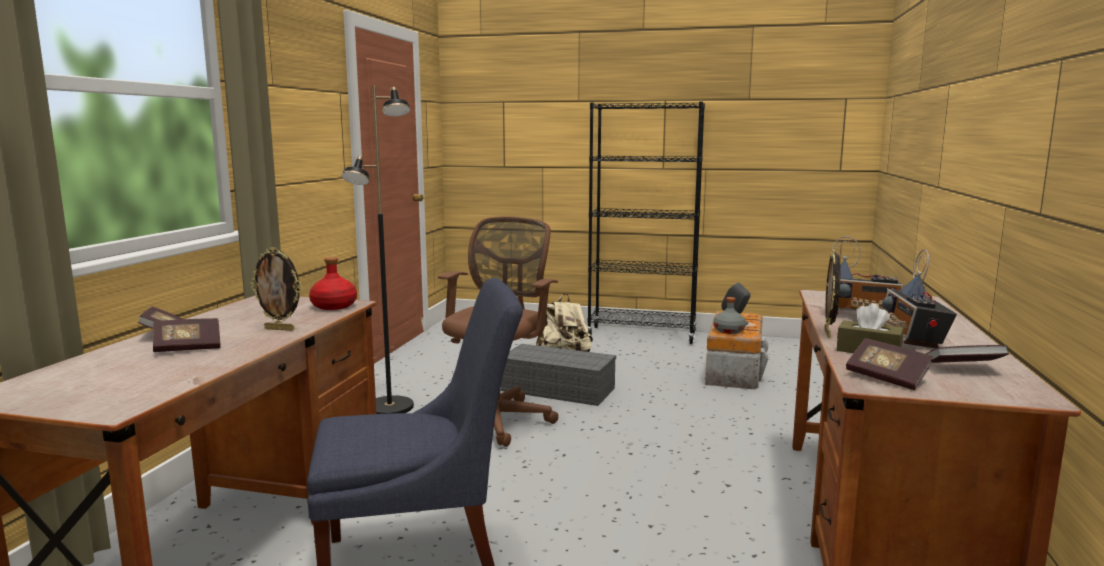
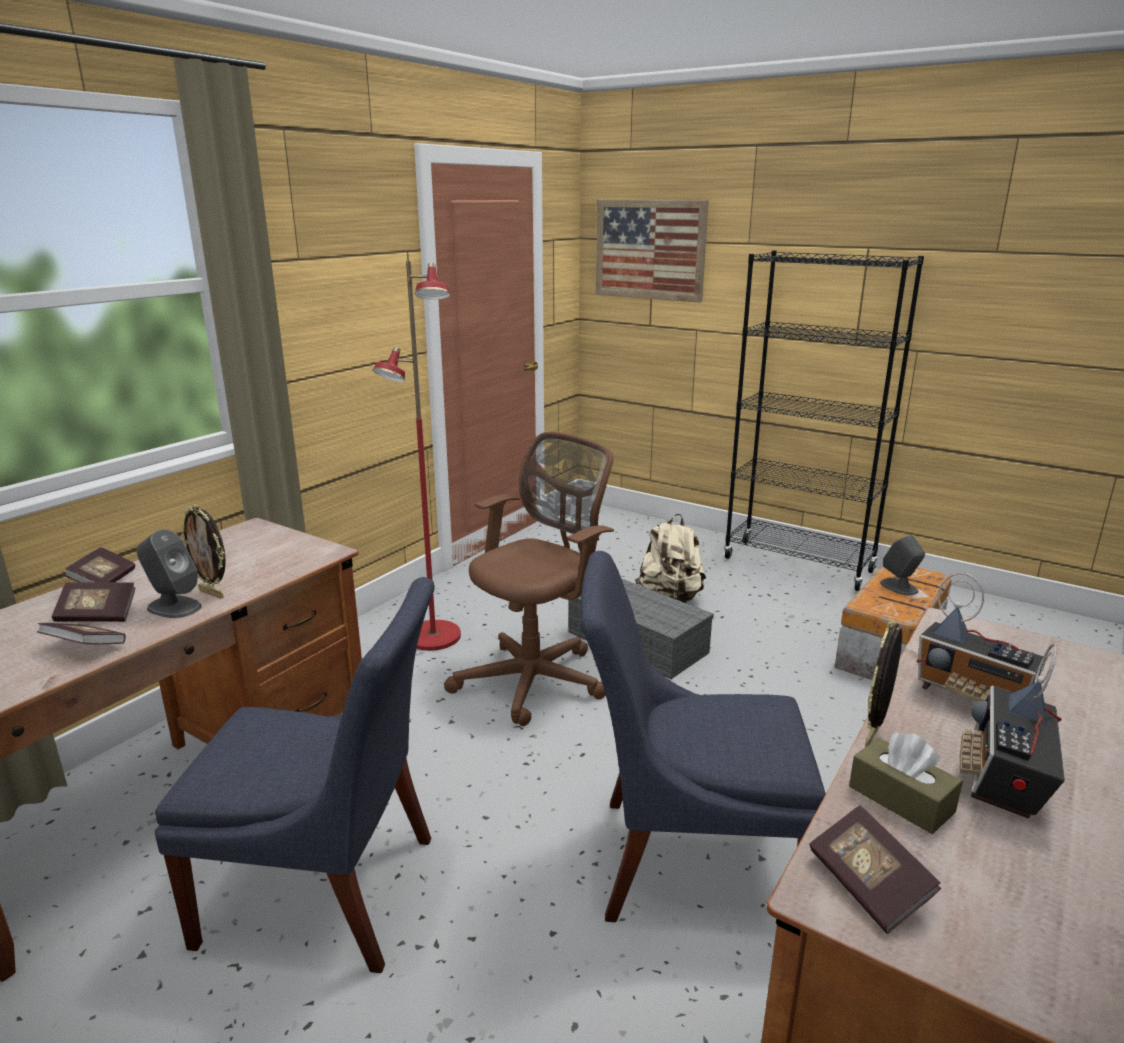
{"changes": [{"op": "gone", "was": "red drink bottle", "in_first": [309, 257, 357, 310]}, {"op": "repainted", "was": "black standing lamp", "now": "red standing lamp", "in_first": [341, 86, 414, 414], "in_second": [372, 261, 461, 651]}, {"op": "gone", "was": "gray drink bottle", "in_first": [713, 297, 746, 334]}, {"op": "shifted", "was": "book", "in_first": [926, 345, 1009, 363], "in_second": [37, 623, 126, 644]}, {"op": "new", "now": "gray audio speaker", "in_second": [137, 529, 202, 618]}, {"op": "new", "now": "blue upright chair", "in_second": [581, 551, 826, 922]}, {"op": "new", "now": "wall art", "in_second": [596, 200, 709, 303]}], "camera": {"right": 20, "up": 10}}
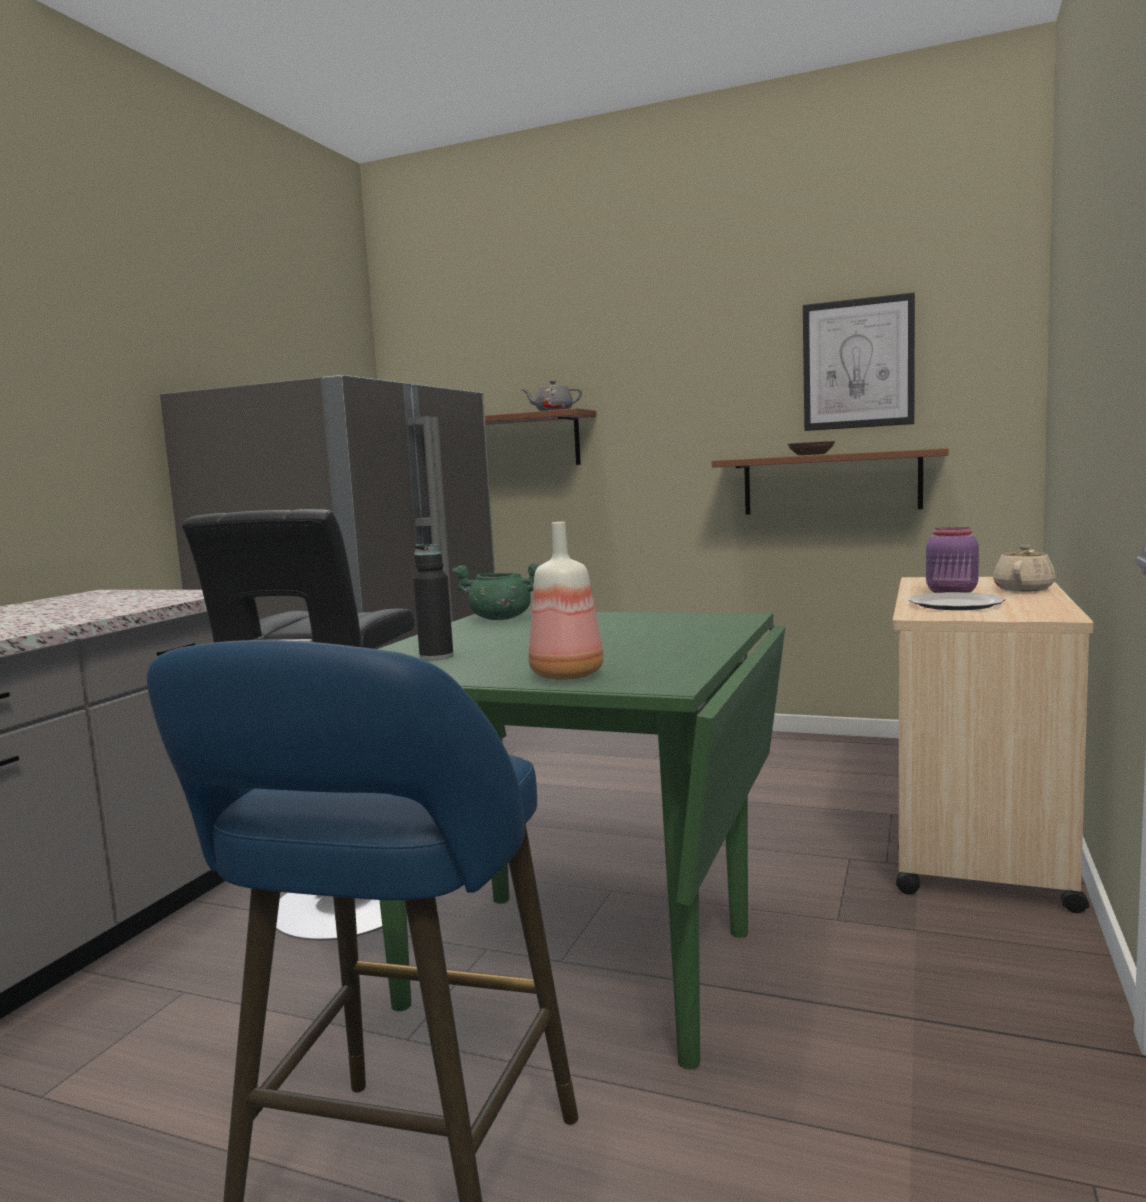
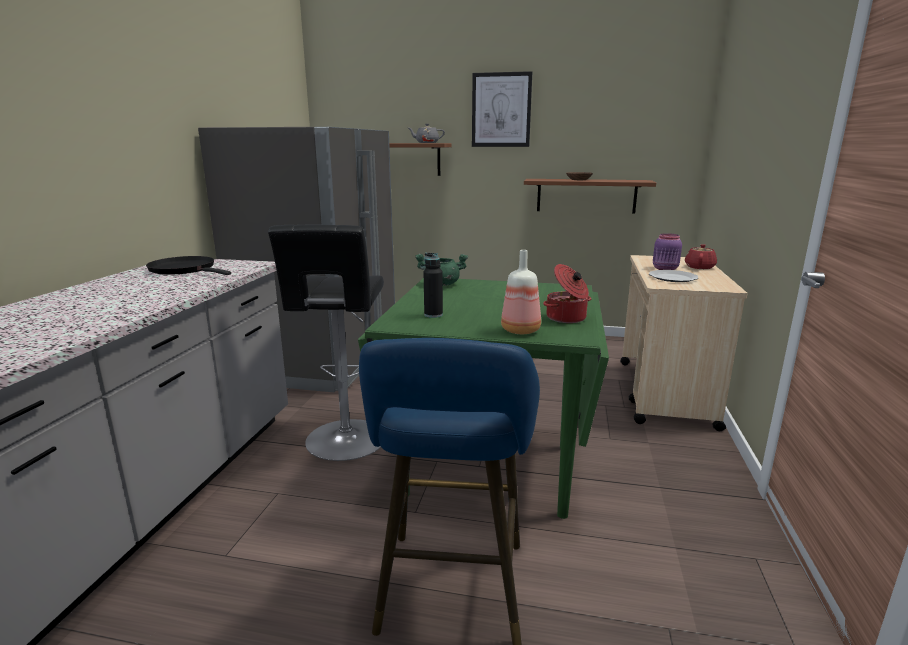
{"changes": [{"op": "shifted", "was": "wall art", "in_first": [803, 292, 915, 431], "in_second": [472, 71, 532, 147]}, {"op": "repainted", "was": "sand-coloured pot for tea", "now": "red pot for tea", "in_first": [993, 545, 1056, 592], "in_second": [685, 244, 717, 269]}, {"op": "new", "now": "black skillet", "in_second": [146, 256, 231, 275]}, {"op": "new", "now": "saucepot", "in_second": [543, 264, 591, 323]}], "camera": {"right": -10, "up": 10}}
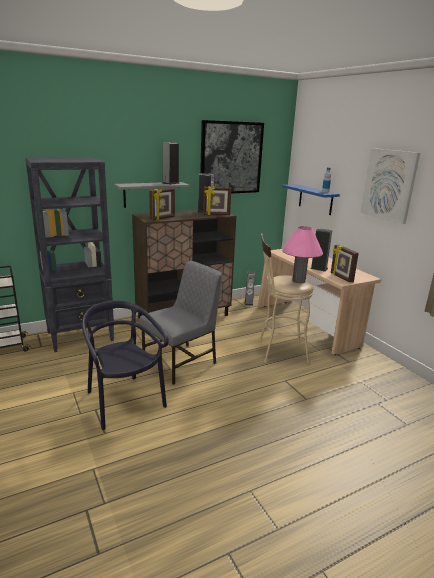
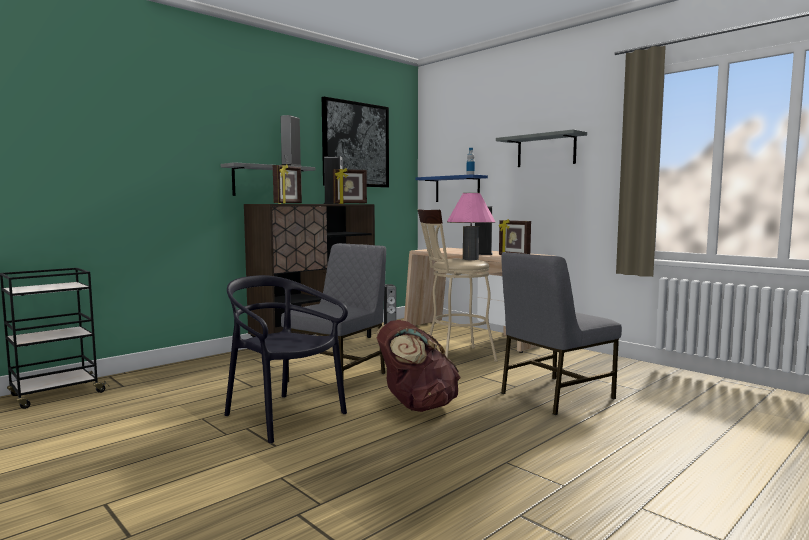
{"changes": [{"op": "gone", "was": "black bookshelf", "in_first": [25, 157, 114, 352]}, {"op": "swapped", "was": "wall art", "now": "gray bracket shelf", "in_first": [361, 148, 420, 224], "in_second": [496, 129, 587, 167]}, {"op": "new", "now": "brown-coloured rucksack", "in_second": [376, 320, 461, 412]}, {"op": "new", "now": "gray upright chair", "in_second": [501, 252, 622, 415]}], "camera": {"right": -15, "up": -15}}
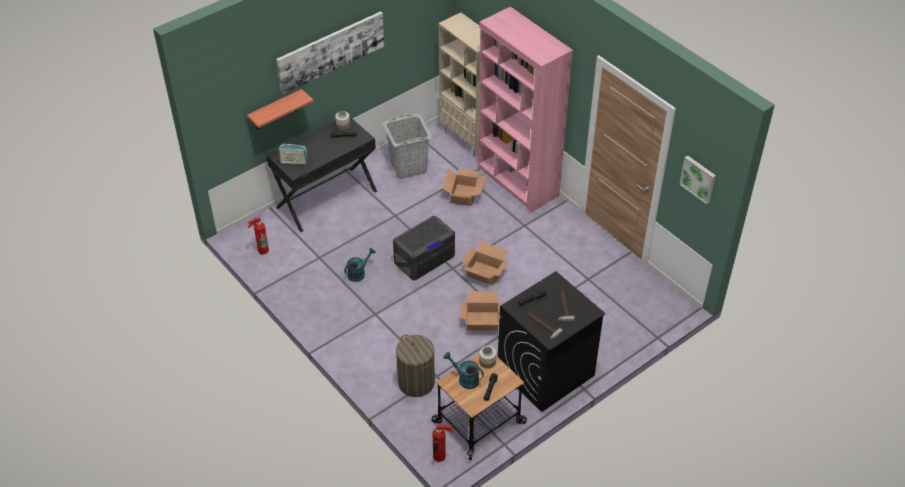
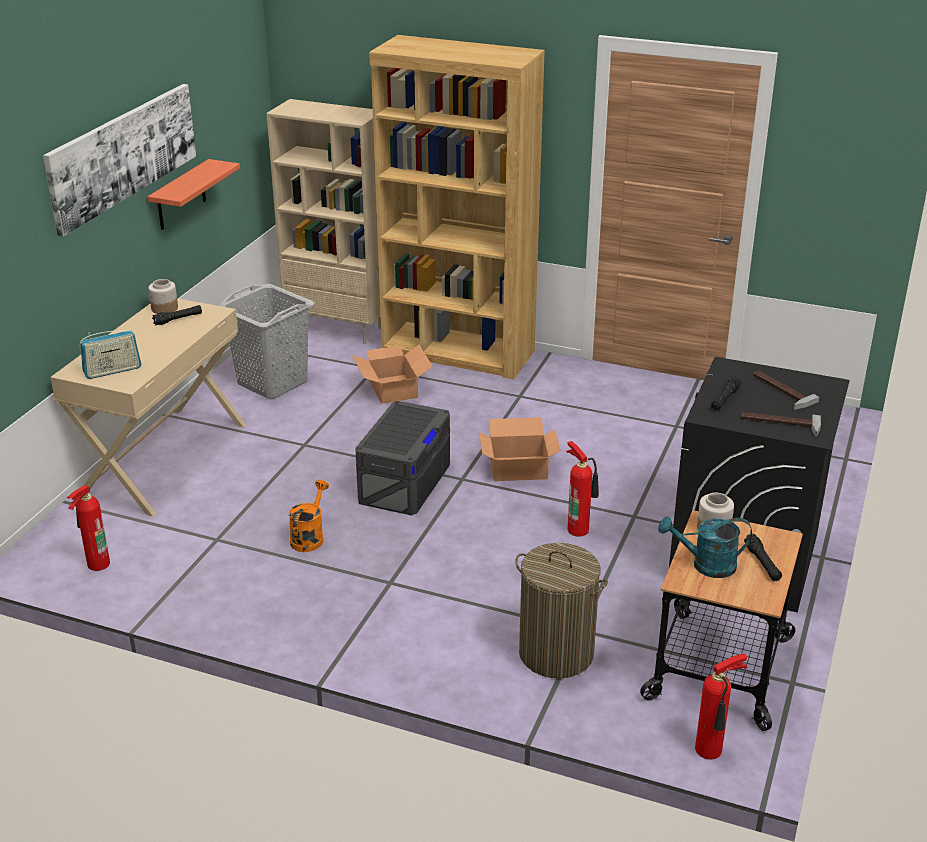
{"changes": [{"op": "shifted", "was": "bracket shelf", "in_first": [247, 89, 314, 130], "in_second": [148, 159, 240, 230]}, {"op": "repainted", "was": "black desk table", "now": "sand-coloured desk table", "in_first": [266, 116, 377, 232], "in_second": [50, 298, 246, 516]}, {"op": "repainted", "was": "turquoise-coloured sprinkling can", "now": "orangey sprinkling can", "in_first": [344, 248, 376, 282], "in_second": [289, 480, 329, 552]}, {"op": "swapped", "was": "carton", "now": "extinguisher", "in_first": [461, 291, 505, 331], "in_second": [566, 441, 599, 537]}, {"op": "repainted", "was": "pink bookshelf", "now": "brown-coloured bookshelf", "in_first": [478, 7, 573, 213], "in_second": [369, 35, 545, 379]}, {"op": "gone", "was": "wall art", "in_first": [679, 156, 716, 204]}], "camera": {"right": -30, "up": -15}}
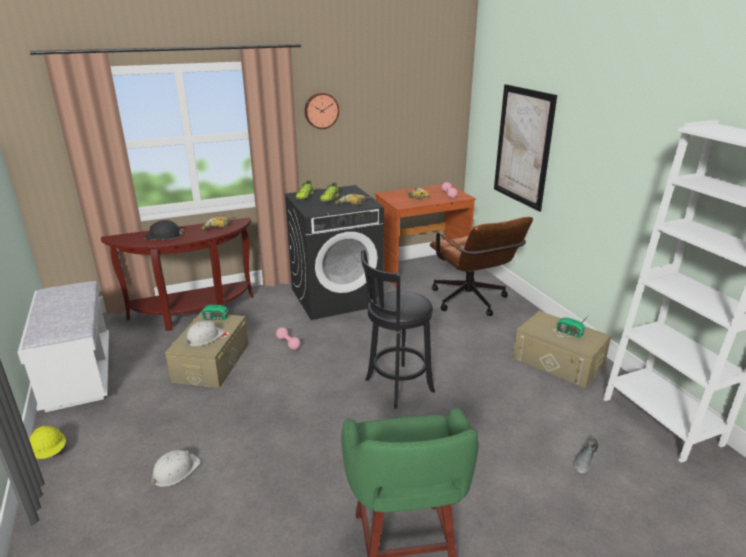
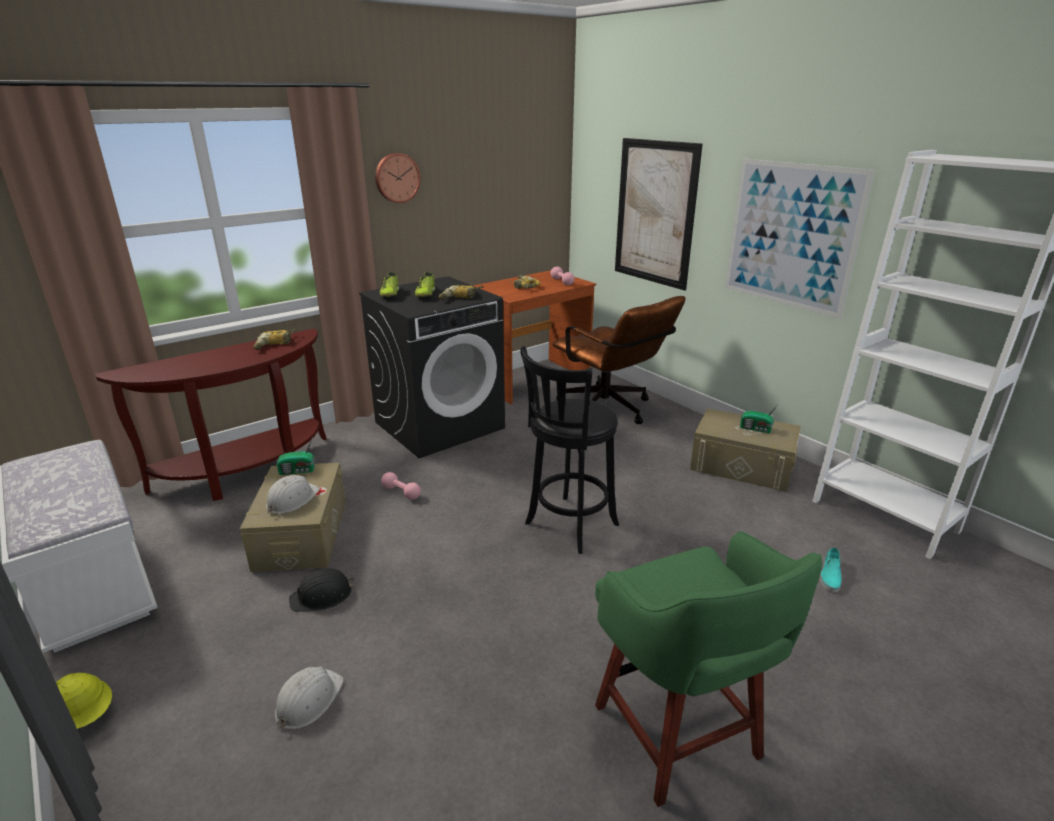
{"changes": [{"op": "shifted", "was": "black hard hat", "in_first": [145, 220, 183, 240], "in_second": [289, 568, 354, 612]}, {"op": "repainted", "was": "gray low shoe", "now": "turquoise-coloured low shoe", "in_first": [574, 438, 598, 473], "in_second": [820, 547, 842, 592]}, {"op": "new", "now": "wall art", "in_second": [725, 159, 875, 319]}], "camera": {"right": -15, "up": 0}}
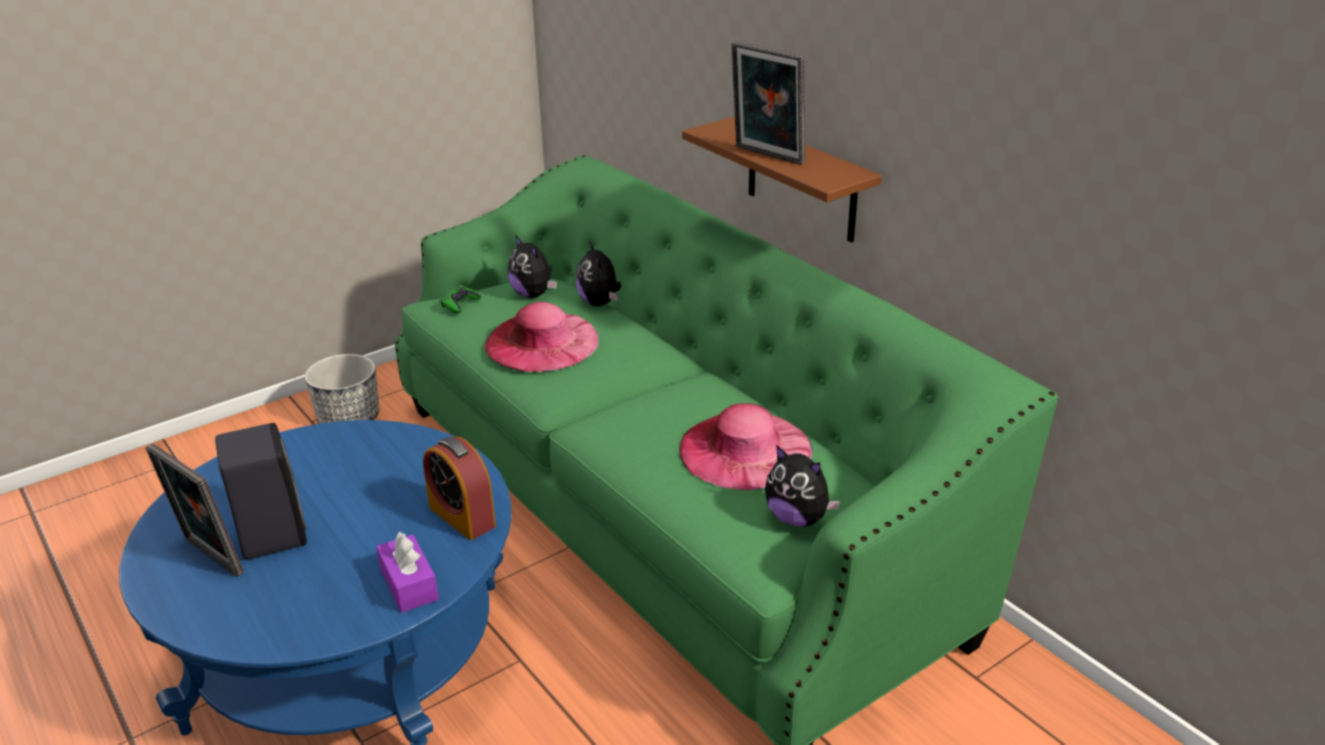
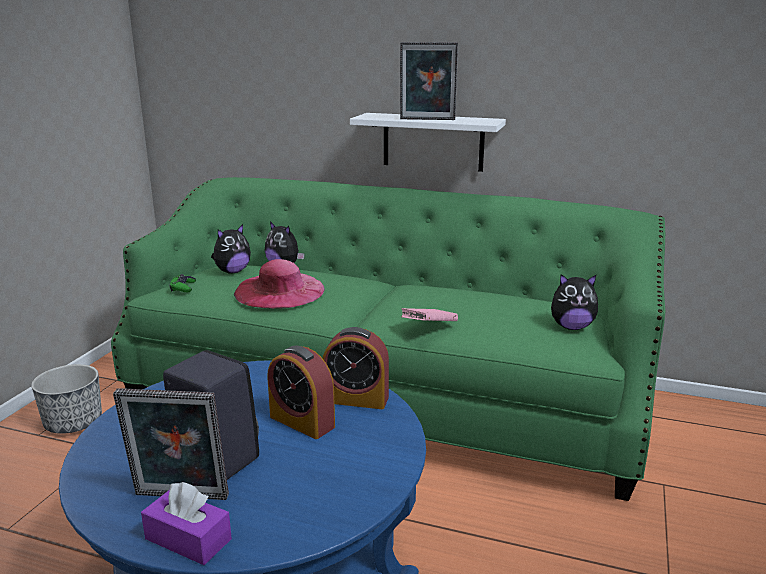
{"changes": [{"op": "shifted", "was": "purple box of tissues", "in_first": [376, 532, 439, 613], "in_second": [141, 482, 232, 565]}, {"op": "rotated", "was": "cuddly toy", "in_first": [508, 235, 557, 298], "in_second": [211, 224, 251, 274], "clockwise": -60}, {"op": "gone", "was": "pink wearable hat", "in_first": [679, 403, 813, 490]}, {"op": "repainted", "was": "brown-coloured bracket shelf", "now": "whitish bracket shelf", "in_first": [682, 117, 882, 242], "in_second": [350, 113, 506, 172]}, {"op": "new", "now": "table clock", "in_second": [267, 346, 335, 439]}, {"op": "new", "now": "pink book", "in_second": [401, 308, 458, 321]}], "camera": {"right": -35, "up": -10}}
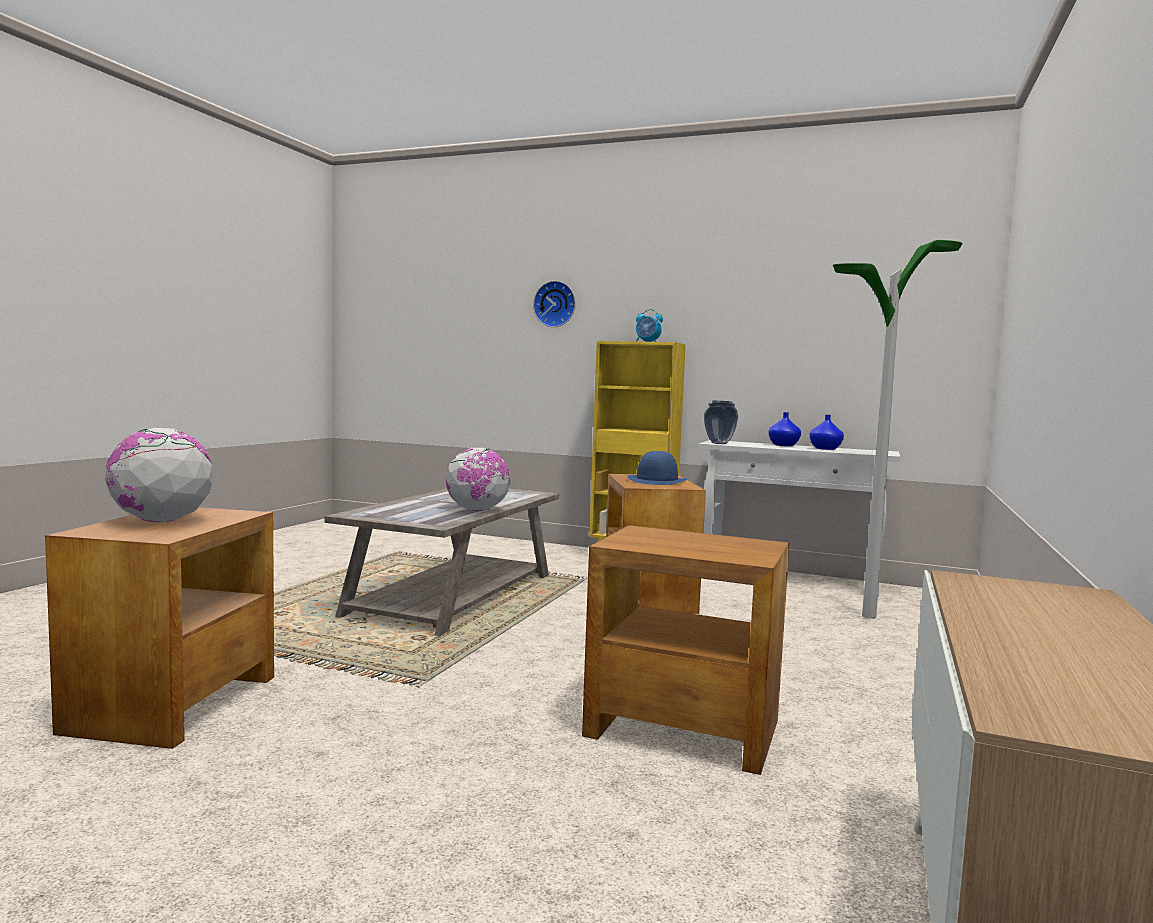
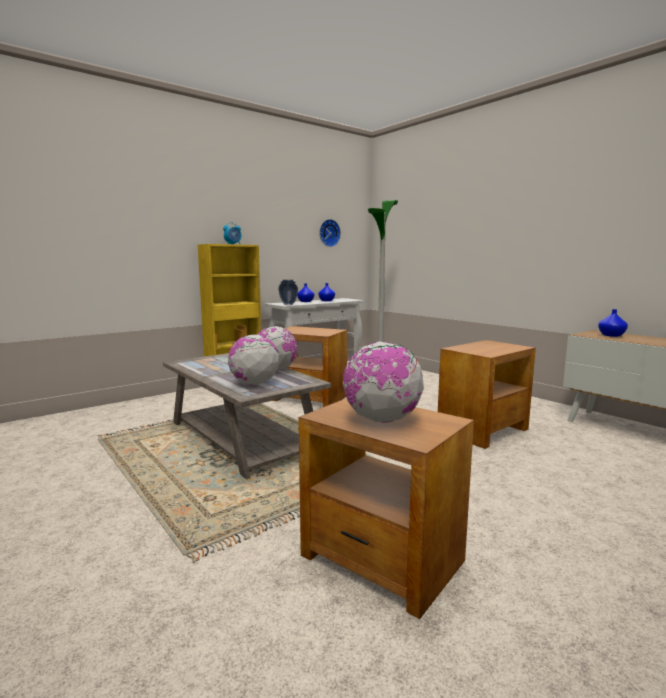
{"changes": [{"op": "shifted", "was": "hanging clock", "in_first": [533, 281, 576, 327], "in_second": [319, 219, 341, 247]}, {"op": "gone", "was": "blue wearable hat", "in_first": [627, 451, 687, 485]}, {"op": "new", "now": "world globe", "in_second": [228, 335, 279, 385]}, {"op": "new", "now": "blue vase", "in_second": [598, 309, 628, 337]}], "camera": {"right": -60, "up": 5}}
